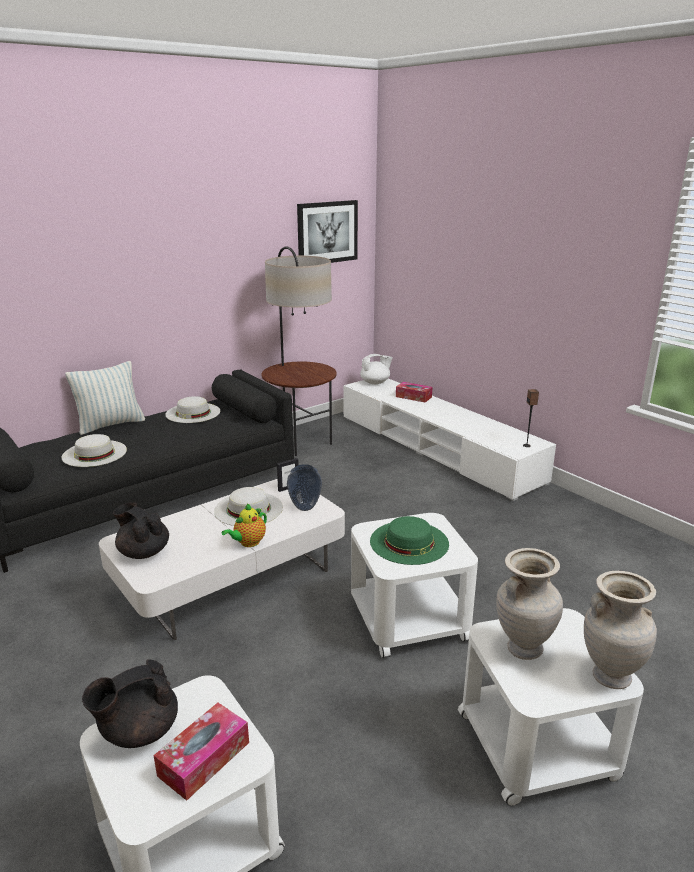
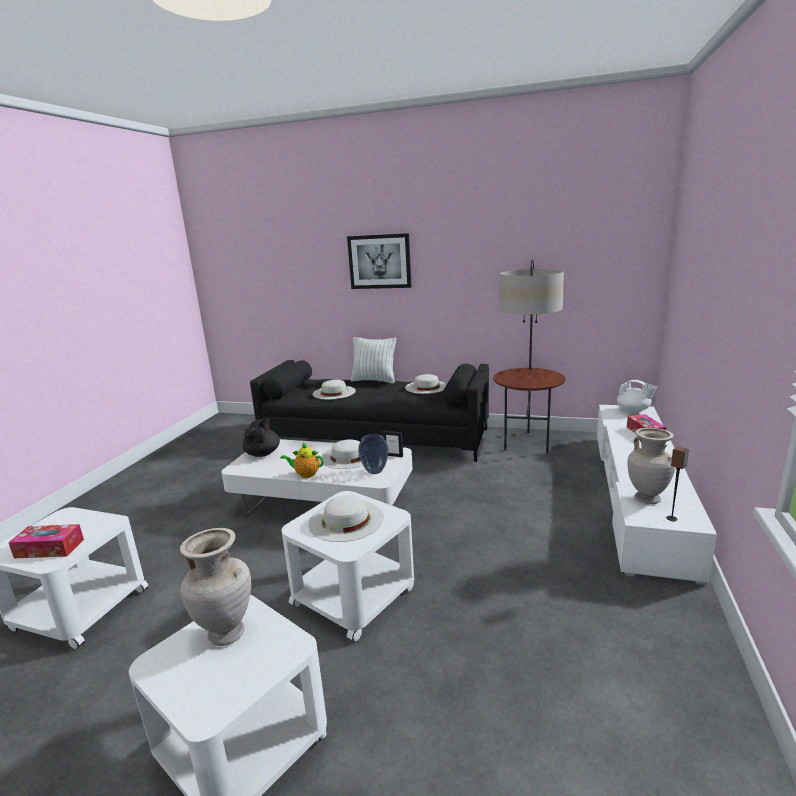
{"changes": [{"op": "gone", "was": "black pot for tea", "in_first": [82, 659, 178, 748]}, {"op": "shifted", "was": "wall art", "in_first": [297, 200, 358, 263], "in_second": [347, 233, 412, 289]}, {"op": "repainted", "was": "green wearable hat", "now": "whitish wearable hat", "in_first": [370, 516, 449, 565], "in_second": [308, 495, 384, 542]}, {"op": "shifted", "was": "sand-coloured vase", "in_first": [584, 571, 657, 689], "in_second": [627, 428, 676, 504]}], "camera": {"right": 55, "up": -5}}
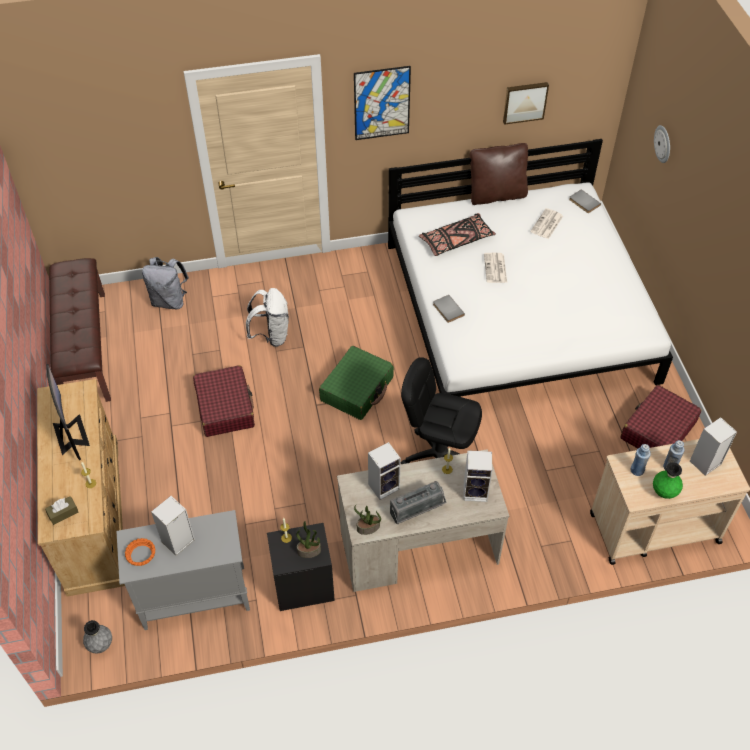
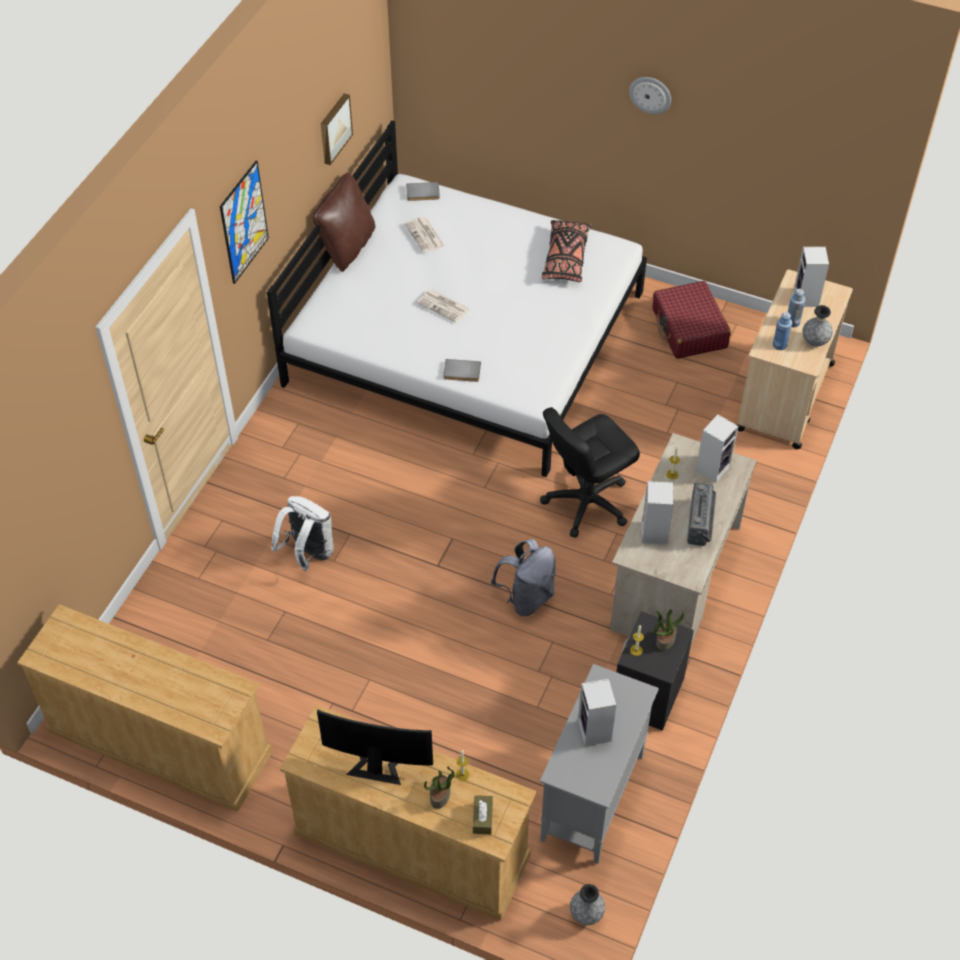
{"changes": [{"op": "swapped", "was": "brown-coloured long seat", "now": "sand-coloured dresser", "in_first": [49, 258, 111, 402], "in_second": [17, 604, 272, 812]}, {"op": "gone", "was": "orangey serving bowl", "in_first": [125, 538, 155, 566]}, {"op": "shifted", "was": "gray rucksack", "in_first": [142, 257, 189, 309], "in_second": [491, 539, 556, 616]}, {"op": "gone", "was": "red piece of luggage", "in_first": [193, 365, 255, 437]}, {"op": "gone", "was": "green piece of luggage", "in_first": [319, 346, 394, 420]}, {"op": "shifted", "was": "plant in a pot", "in_first": [354, 504, 381, 535], "in_second": [424, 766, 455, 809]}, {"op": "shifted", "was": "black throw pillow", "in_first": [419, 213, 496, 256], "in_second": [542, 220, 591, 282]}, {"op": "repainted", "was": "green vase", "now": "gray vase", "in_first": [653, 462, 683, 499], "in_second": [802, 305, 833, 346]}, {"op": "shifted", "was": "hanging clock", "in_first": [654, 125, 670, 163], "in_second": [629, 77, 671, 114]}], "camera": {"right": -55, "up": 0}}
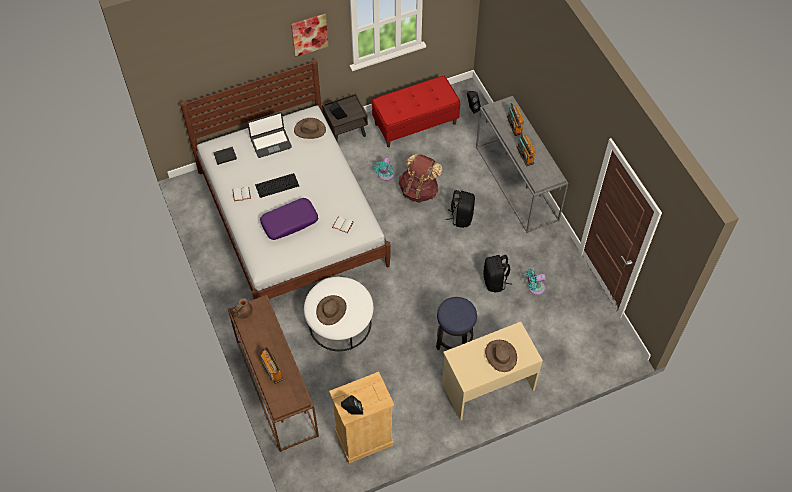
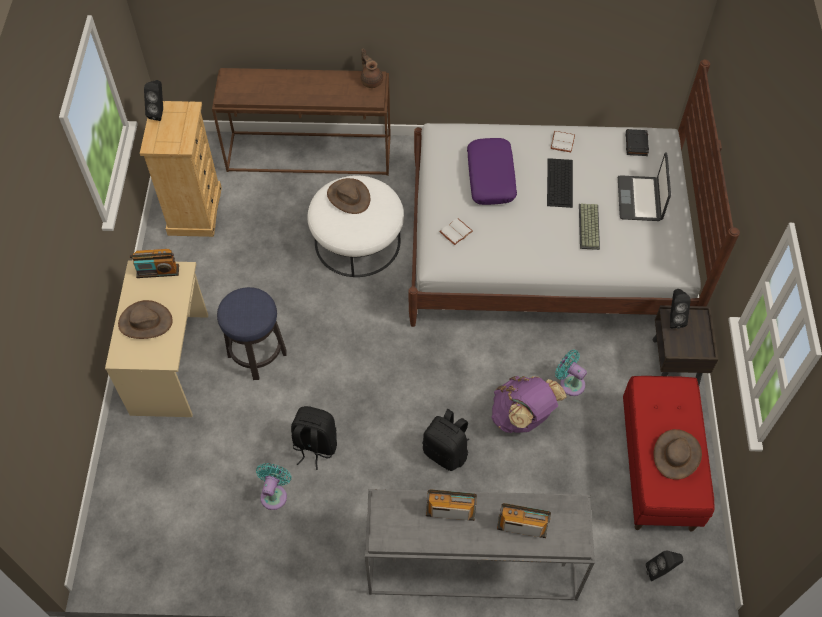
{"changes": [{"op": "shifted", "was": "radio", "in_first": [261, 347, 284, 384], "in_second": [130, 249, 179, 278]}, {"op": "gone", "was": "wall art", "in_first": [291, 14, 328, 57]}, {"op": "shifted", "was": "brown-coloured wearable hat", "in_first": [294, 118, 326, 139], "in_second": [653, 429, 702, 480]}, {"op": "repainted", "was": "brown-coloured rucksack", "now": "purple rucksack", "in_first": [399, 153, 443, 203], "in_second": [491, 376, 567, 433]}, {"op": "new", "now": "computer keyboard", "in_second": [579, 204, 600, 250]}], "camera": {"right": 115, "up": 0}}
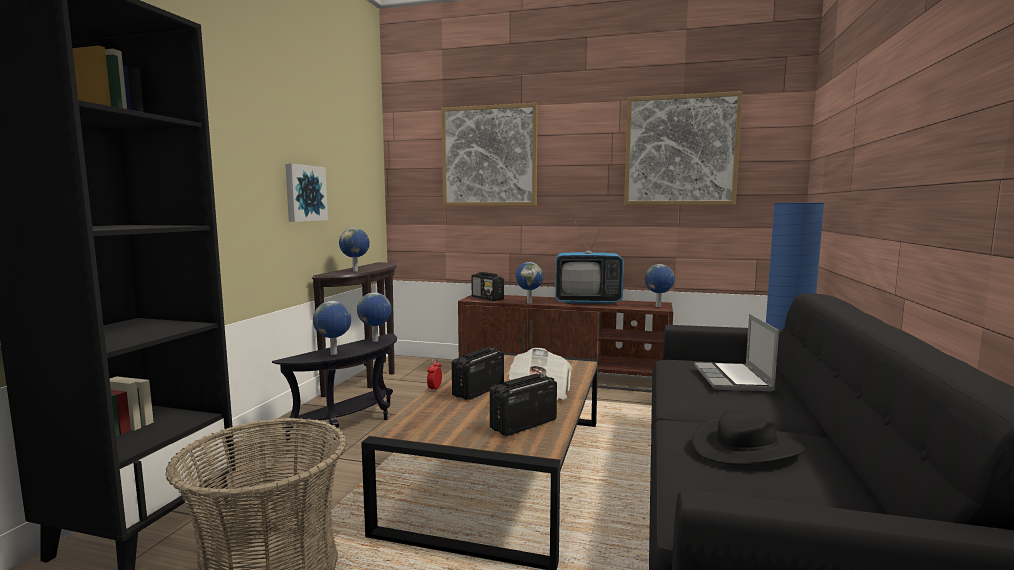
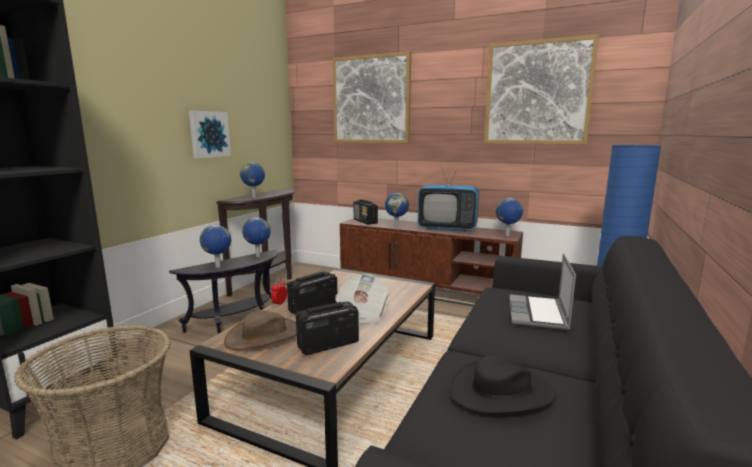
{"changes": [{"op": "new", "now": "brown-coloured wearable hat", "in_second": [224, 311, 297, 350]}], "camera": {"right": 10, "up": 5}}
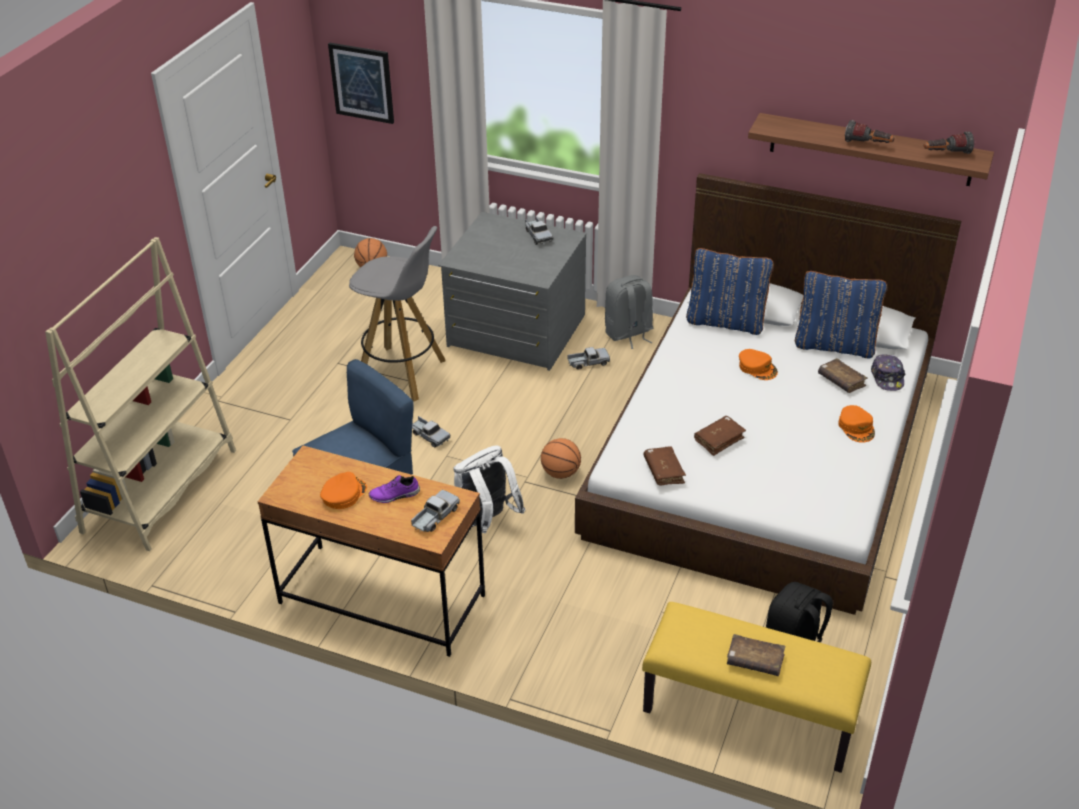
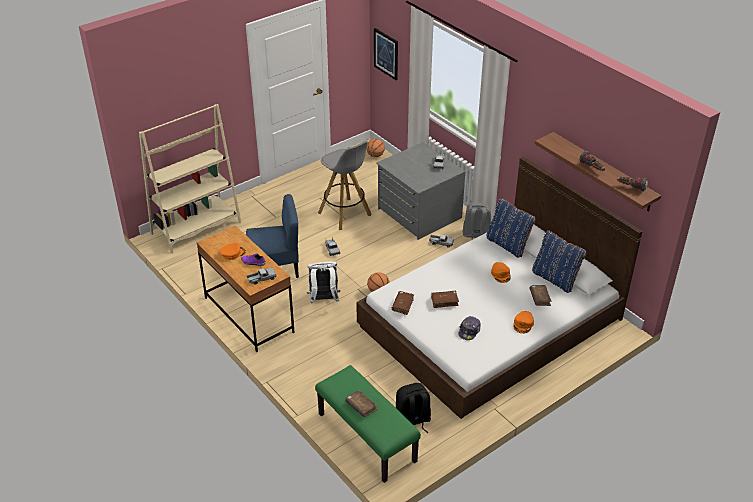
{"changes": [{"op": "repainted", "was": "yellow long seat", "now": "green long seat", "in_first": [642, 602, 871, 773], "in_second": [315, 365, 421, 483]}, {"op": "shifted", "was": "peaked cap", "in_first": [871, 354, 906, 391], "in_second": [458, 316, 481, 340]}], "camera": {"right": 30, "up": 0}}
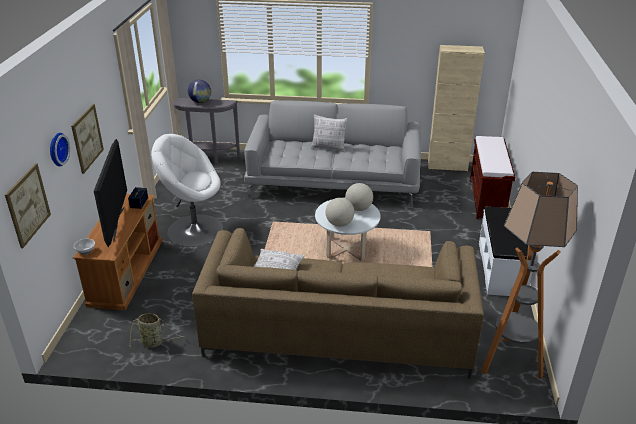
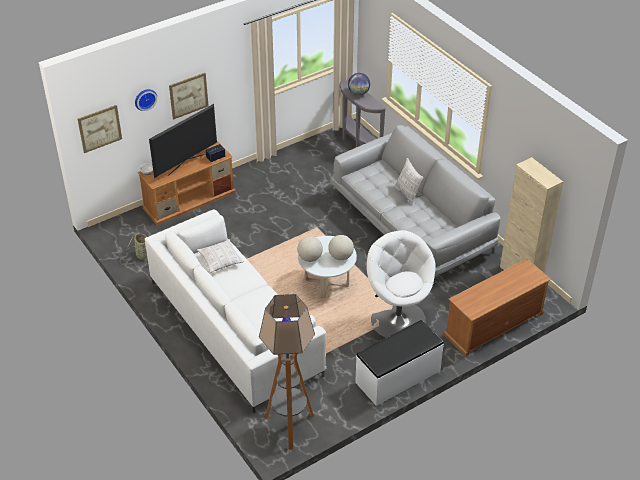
{"changes": [{"op": "shifted", "was": "whitish armchair", "in_first": [151, 134, 223, 247], "in_second": [367, 230, 436, 338]}, {"op": "repainted", "was": "brown-coloured couch", "now": "whitish couch", "in_first": [192, 228, 484, 379], "in_second": [145, 210, 326, 413]}, {"op": "swapped", "was": "brown-coloured long seat", "now": "brown-coloured tv unit", "in_first": [470, 136, 515, 219], "in_second": [443, 259, 551, 357]}], "camera": {"right": 50, "up": 10}}
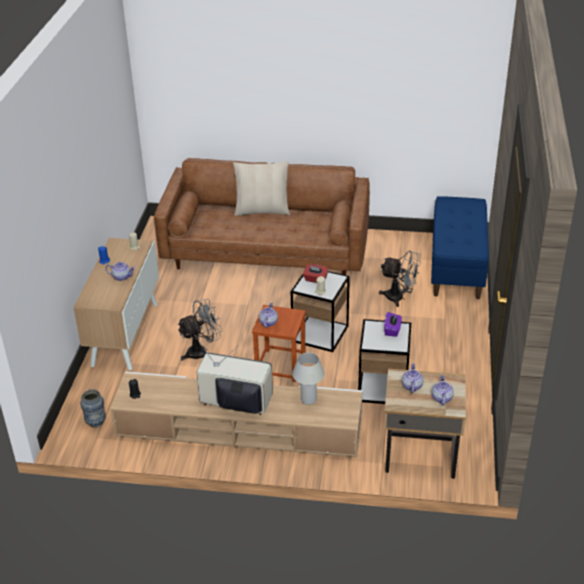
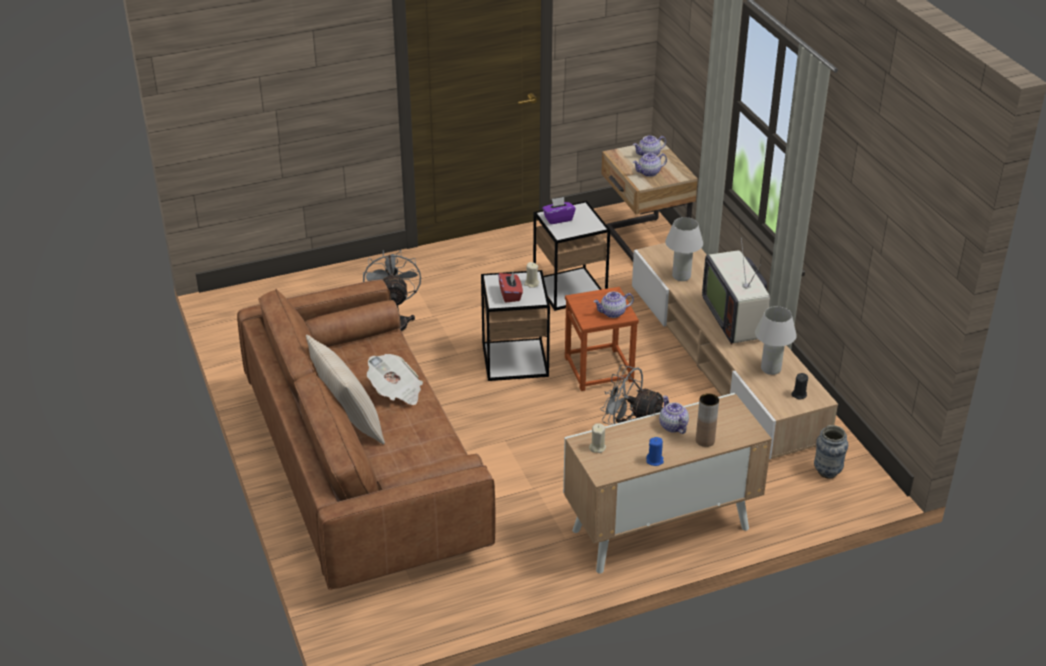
{"changes": [{"op": "gone", "was": "blue long seat", "in_first": [431, 196, 489, 299]}, {"op": "new", "now": "daily paper", "in_second": [366, 354, 423, 405]}, {"op": "new", "now": "brown-coloured vase", "in_second": [696, 393, 719, 447]}, {"op": "new", "now": "whitish table lamp", "in_second": [755, 306, 797, 375]}], "camera": {"right": -120, "up": 0}}
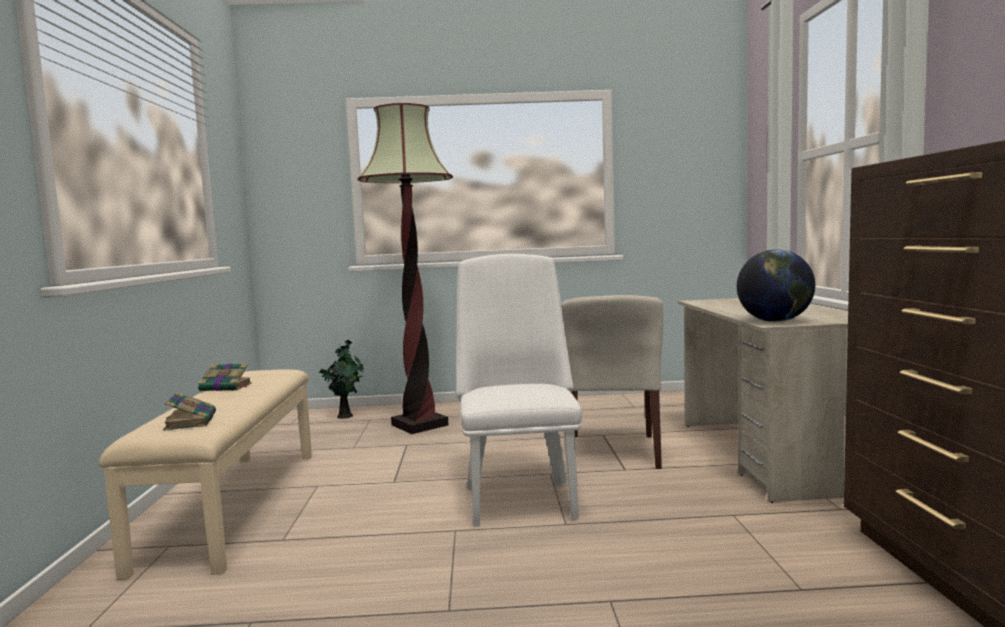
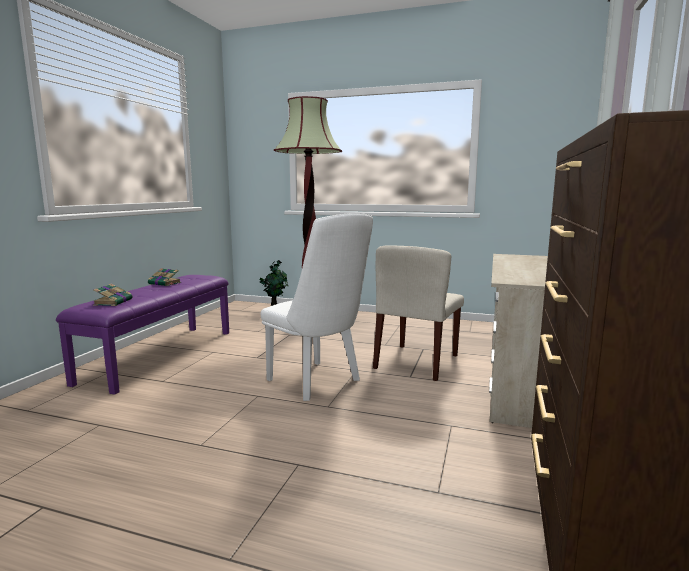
{"changes": [{"op": "repainted", "was": "sand-coloured long seat", "now": "purple long seat", "in_first": [99, 369, 312, 580], "in_second": [56, 275, 229, 395]}, {"op": "rotated", "was": "whitish upright chair", "in_first": [456, 254, 582, 527], "in_second": [261, 213, 373, 401], "clockwise": 120}, {"op": "gone", "was": "world globe", "in_first": [737, 249, 815, 322]}], "camera": {"right": 20, "up": 5}}
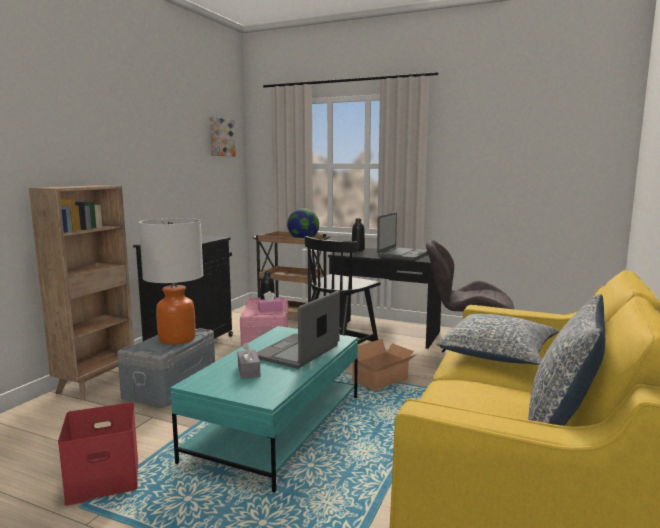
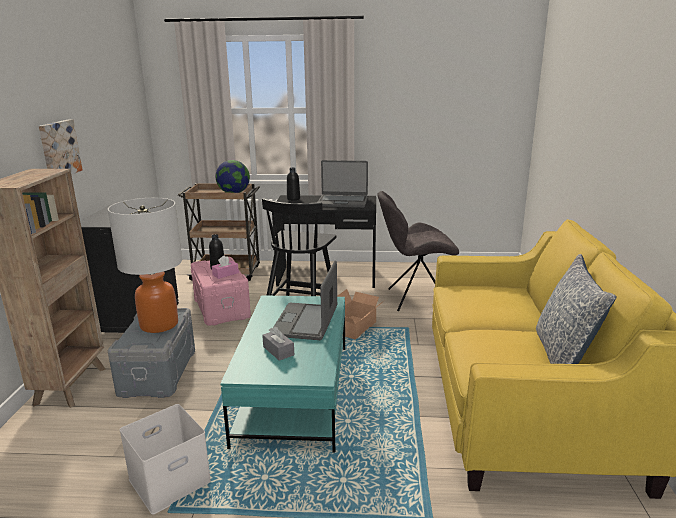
{"changes": [{"op": "repainted", "was": "red storage bin", "now": "whitish storage bin", "in_first": [58, 402, 138, 506], "in_second": [119, 404, 211, 515]}, {"op": "shifted", "was": "wall art", "in_first": [209, 117, 236, 157], "in_second": [39, 119, 82, 175]}, {"op": "rotated", "was": "portable computer", "in_first": [377, 212, 428, 260], "in_second": [318, 160, 368, 208], "clockwise": 90}, {"op": "gone", "was": "throw pillow", "in_first": [437, 313, 559, 365]}], "camera": {"right": -20, "up": 10}}
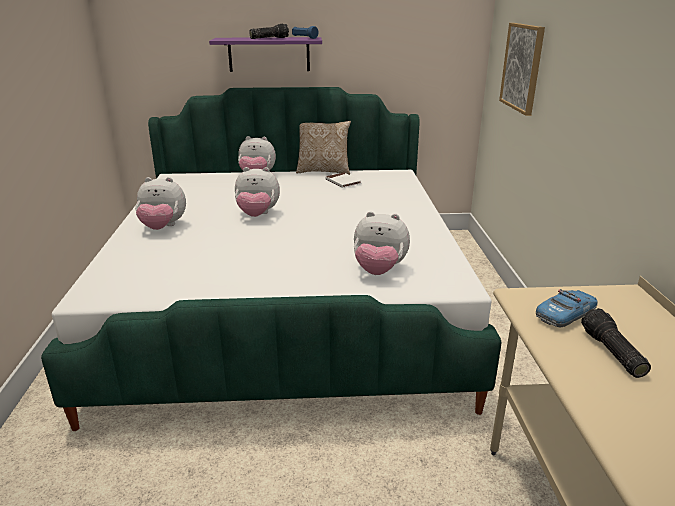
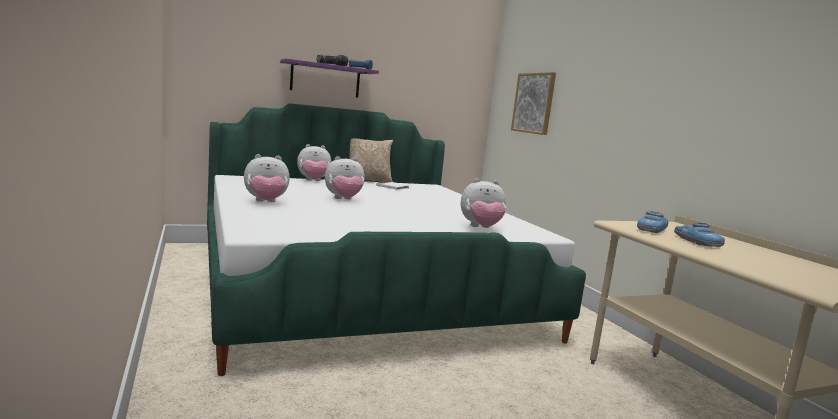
{"changes": [{"op": "swapped", "was": "flashlight", "now": "model car", "in_first": [581, 308, 651, 378], "in_second": [674, 222, 725, 247]}], "camera": {"right": -20, "up": -15}}
